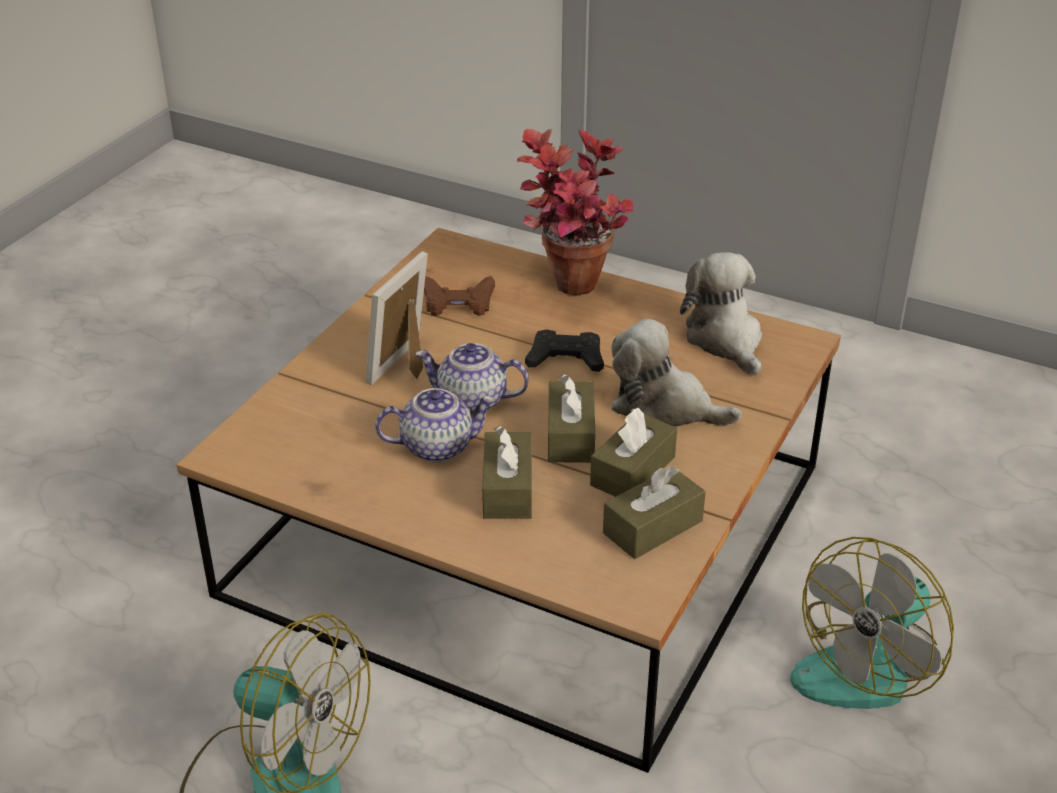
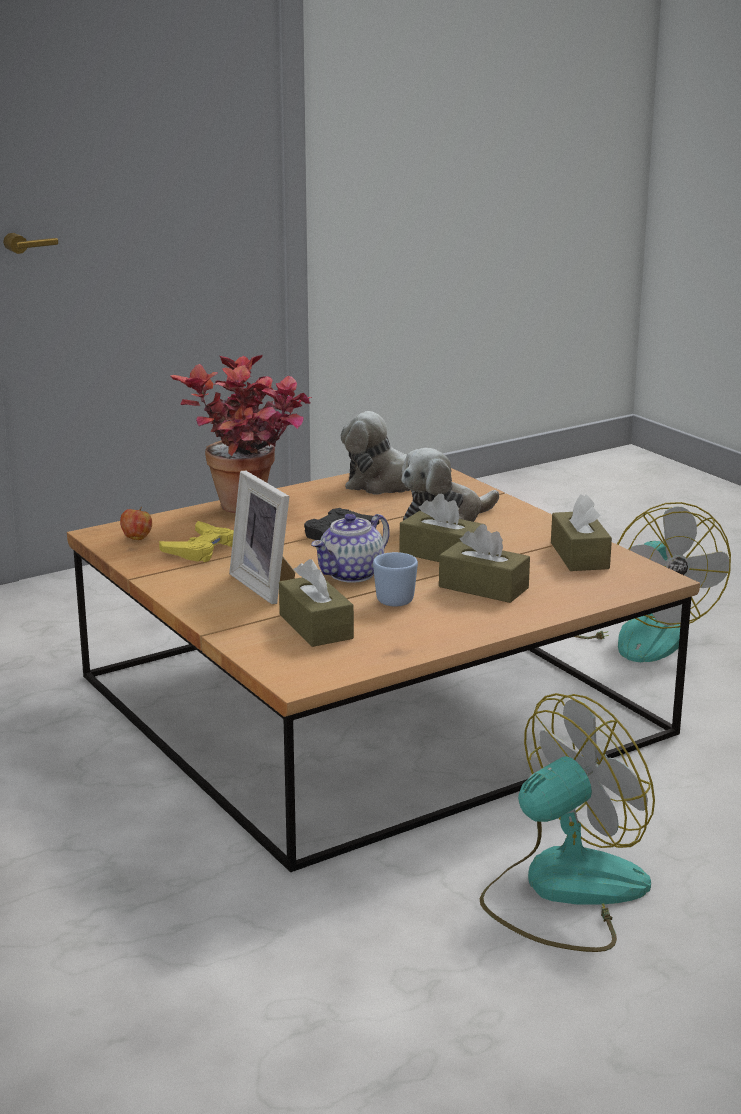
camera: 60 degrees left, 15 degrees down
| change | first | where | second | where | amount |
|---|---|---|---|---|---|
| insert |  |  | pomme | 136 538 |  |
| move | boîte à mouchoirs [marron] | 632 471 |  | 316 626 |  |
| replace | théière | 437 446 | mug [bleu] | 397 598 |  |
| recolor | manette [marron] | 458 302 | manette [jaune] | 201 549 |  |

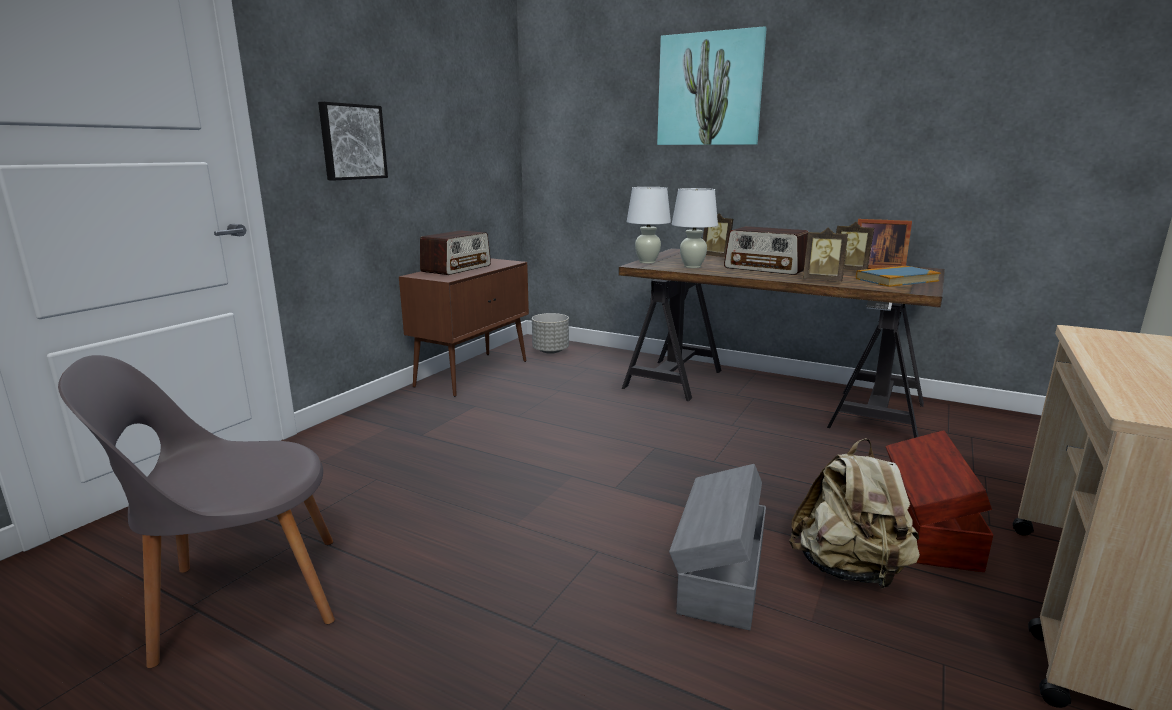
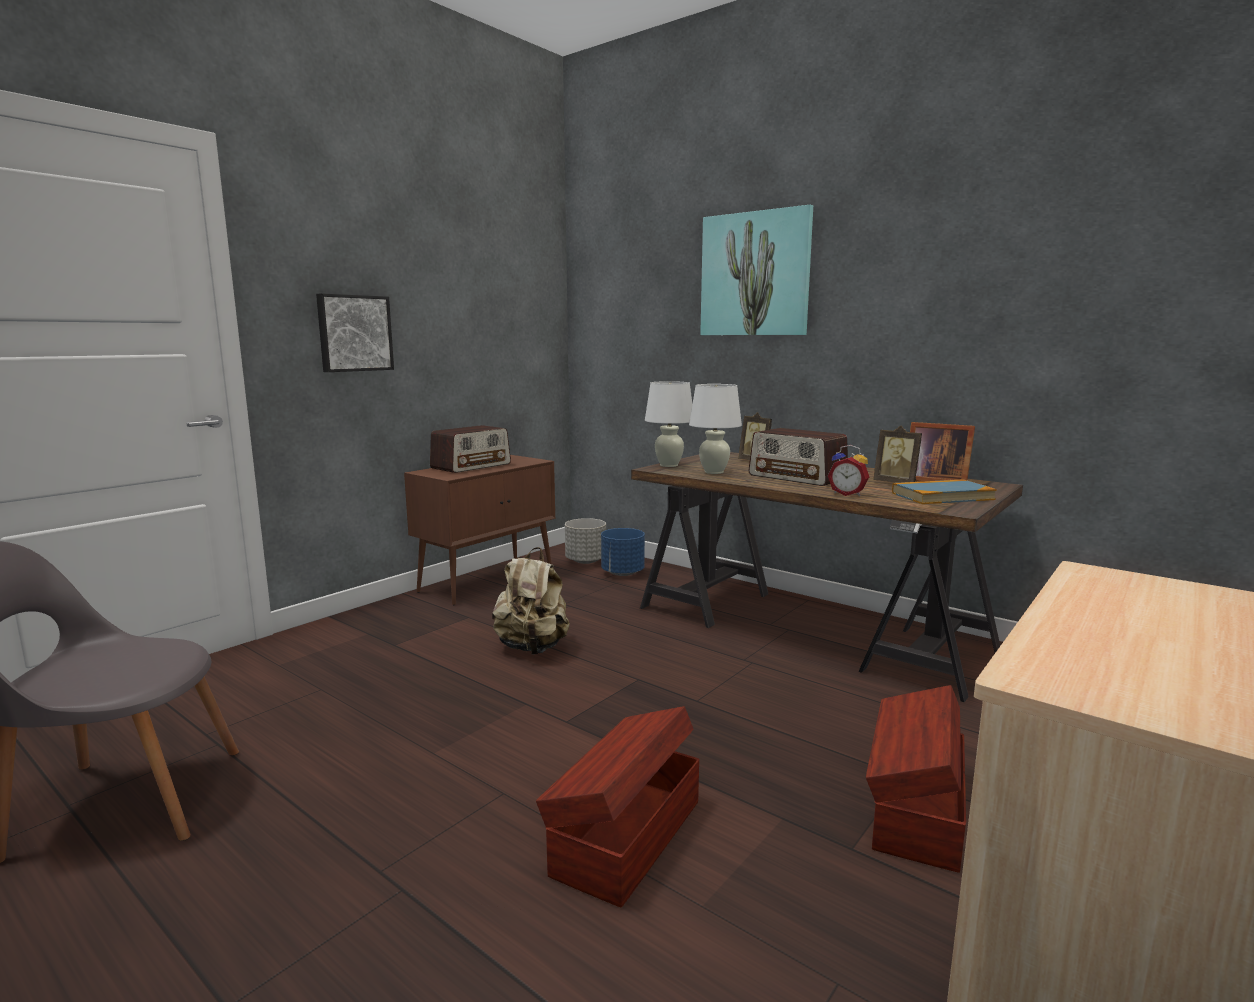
camera: 10 degrees right, 5 degrees down
| change | first | where | second | where | amount |
|---|---|---|---|---|---|
| insert |  |  | cache-pot [bleu] | 623 573 |  |
| move | sac à dos [beige] | 849 570 |  | 533 648 |  |
| replace | cadre photo | 822 280 | réveil | 847 494 |  |
| recolor | boîte de rangement [gris] | 720 575 | boîte de rangement [marron] | 625 837 |  |

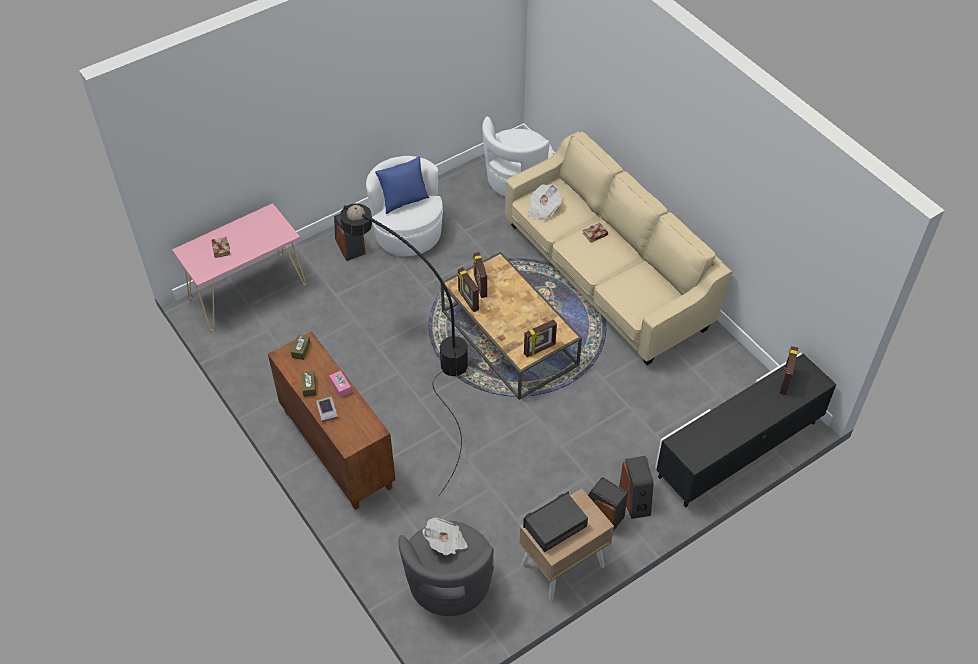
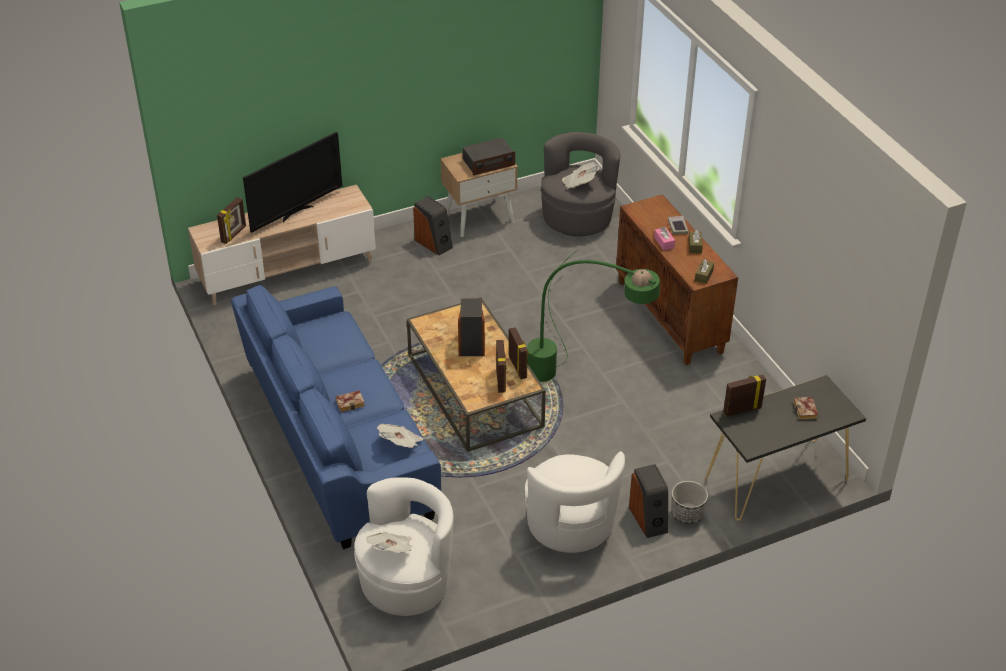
camera: 170 degrees left, 10 degrees down
| change | first | where | second | where | amount |
|---|---|---|---|---|---|
| delete | coussin [bleu] | 404 201 |  |  |  |
| insert |  |  | téléviseur | 296 212 |  |
| insert |  |  | journal | 392 550 |  |
| insert |  |  | cache-pot | 687 514 |  |
| move | cadre photo | 540 349 |  | 742 409 |  |
| move | enceinte | 635 500 |  | 471 343 |  |
| recolor | table console [rose] | 248 291 | table console [noir] | 776 479 |  |
| recolor | lampadaire [noir] | 418 363 | lampadaire [vert] | 579 378 |  |
| recolor | canapé [beige] | 607 276 | canapé [bleu] | 339 441 |  |
| recolor | meuble télé [noir] | 738 450 | meuble télé [beige] | 287 271 |  |

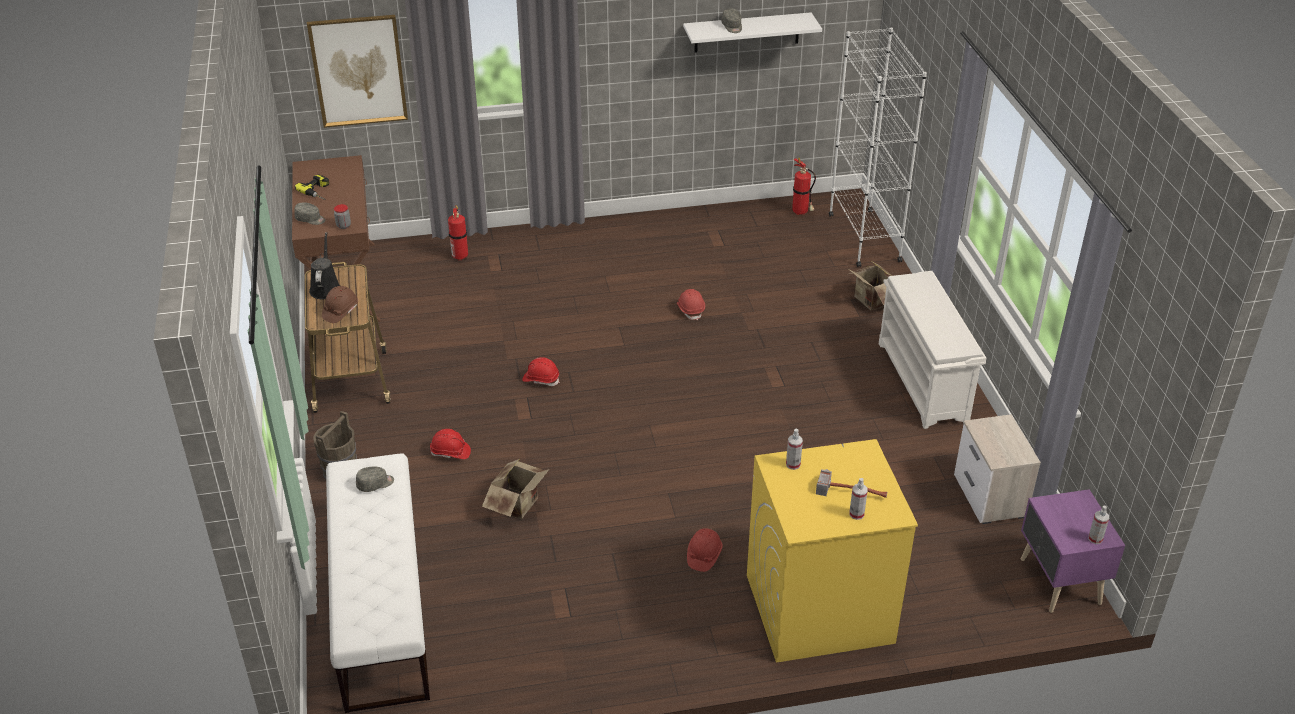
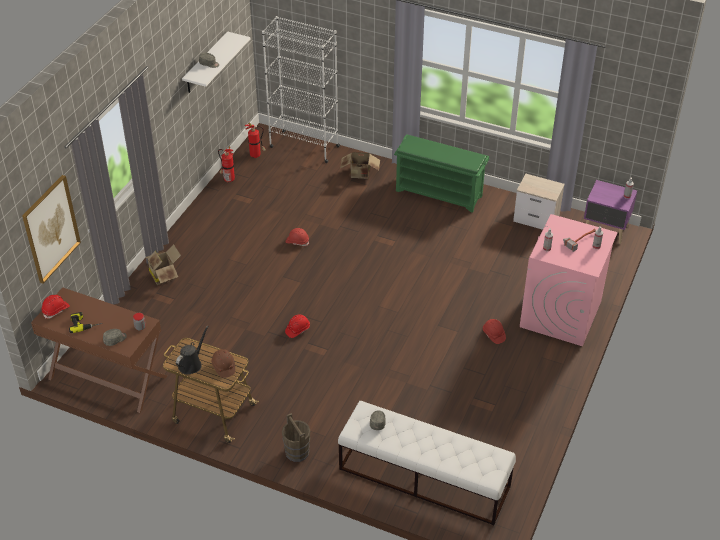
camera: 55 degrees left, 5 degrees up
| change | first | where | second | where | amount |
|---|---|---|---|---|---|
| move | casque de chantier [rouge] | 450 452 |  | 56 310 |  |
| move | extincteur | 460 256 |  | 228 179 |  |
| move | carton | 519 505 |  | 164 275 |  |
| recolor | lave-linge [jaune] | 818 609 | lave-linge [rose] | 561 314 |  |
| recolor | étagère à chaussures [blanc] | 924 382 | étagère à chaussures [vert] | 440 193 |  |
| rotate | arrosoir [noir] | 325 288 |  | 191 364 | 90 degrees clockwise |

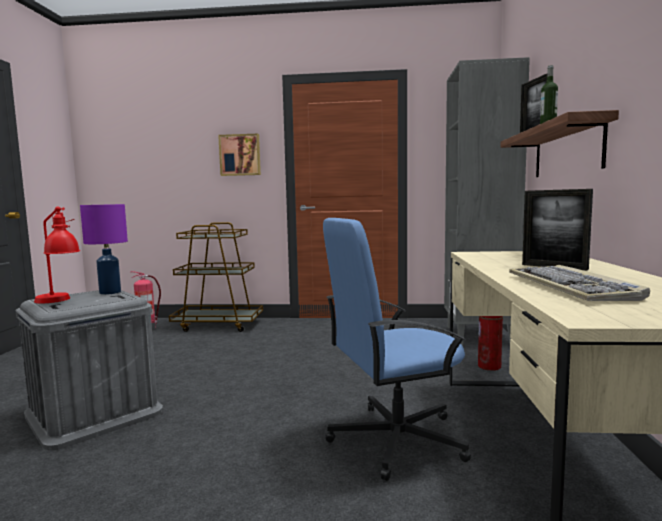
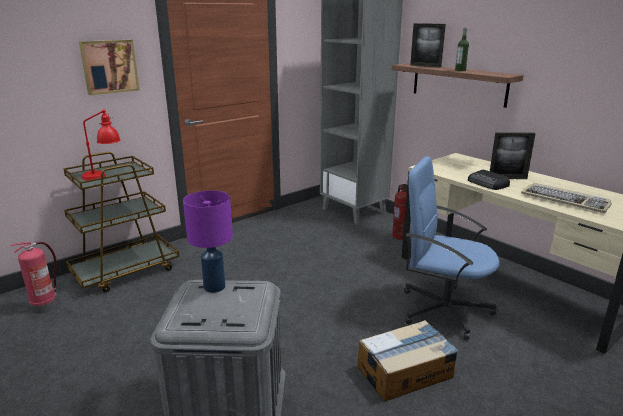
camera: 45 degrees left, 15 degrees up
| change | first | where | second | where | amount |
|---|---|---|---|---|---|
| insert |  |  | carton | 405 372 |  |
| insert |  |  | radio | 488 184 |  |
| move | lampe de table [rouge] | 60 301 |  | 104 175 |  |
| rotate | chaise de bureau [bleu] | 394 439 |  | 443 309 | 90 degrees clockwise |

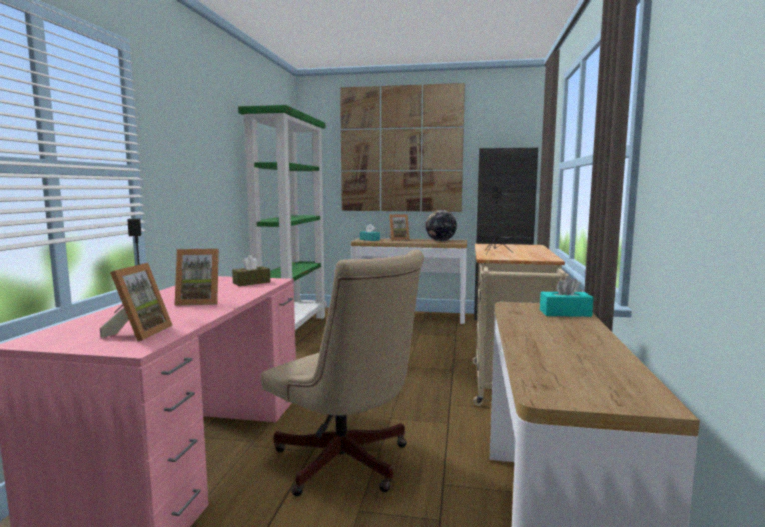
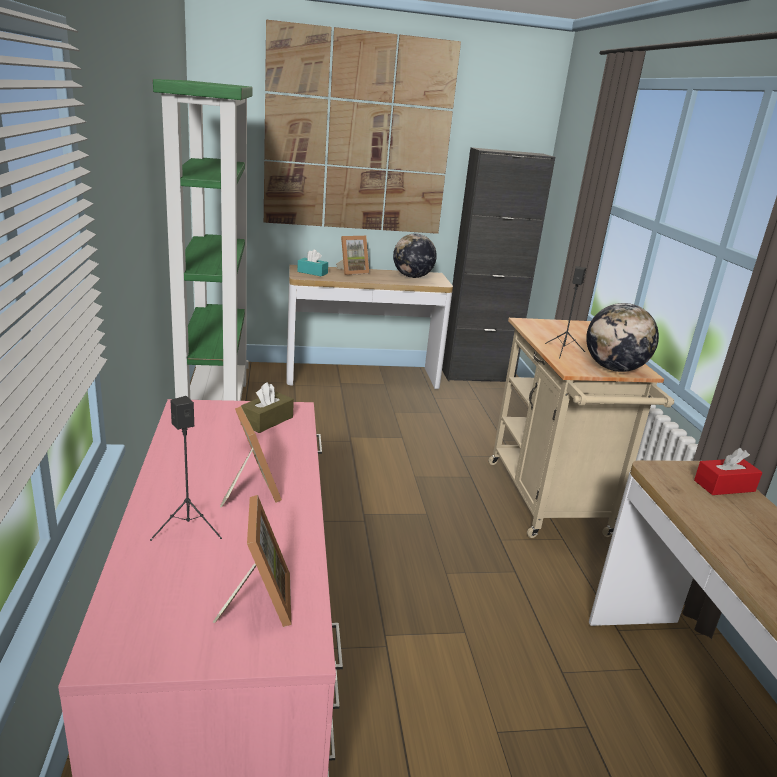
camera: 20 degrees left, 15 degrees up
| change | first | where | second | where | amount |
|---|---|---|---|---|---|
| delete | chaise de bureau [beige] | 346 465 |  |  |  |
| insert |  |  | globe | 614 369 |  |
| recolor | boîte à mouchoirs [turquoise] | 565 313 | boîte à mouchoirs [rouge] | 724 486 |  |
| rotate | cadre photo | 199 302 |  | 249 490 | 90 degrees counterclockwise |

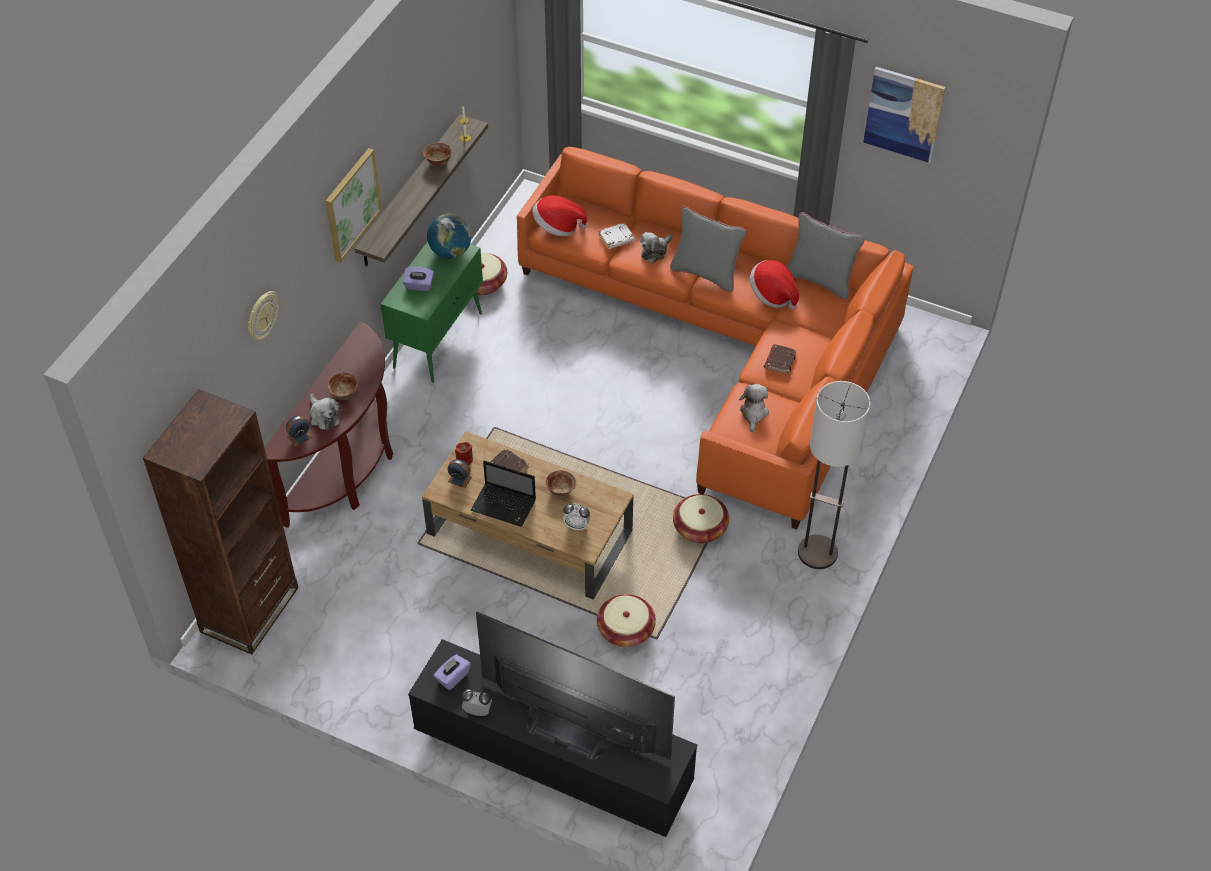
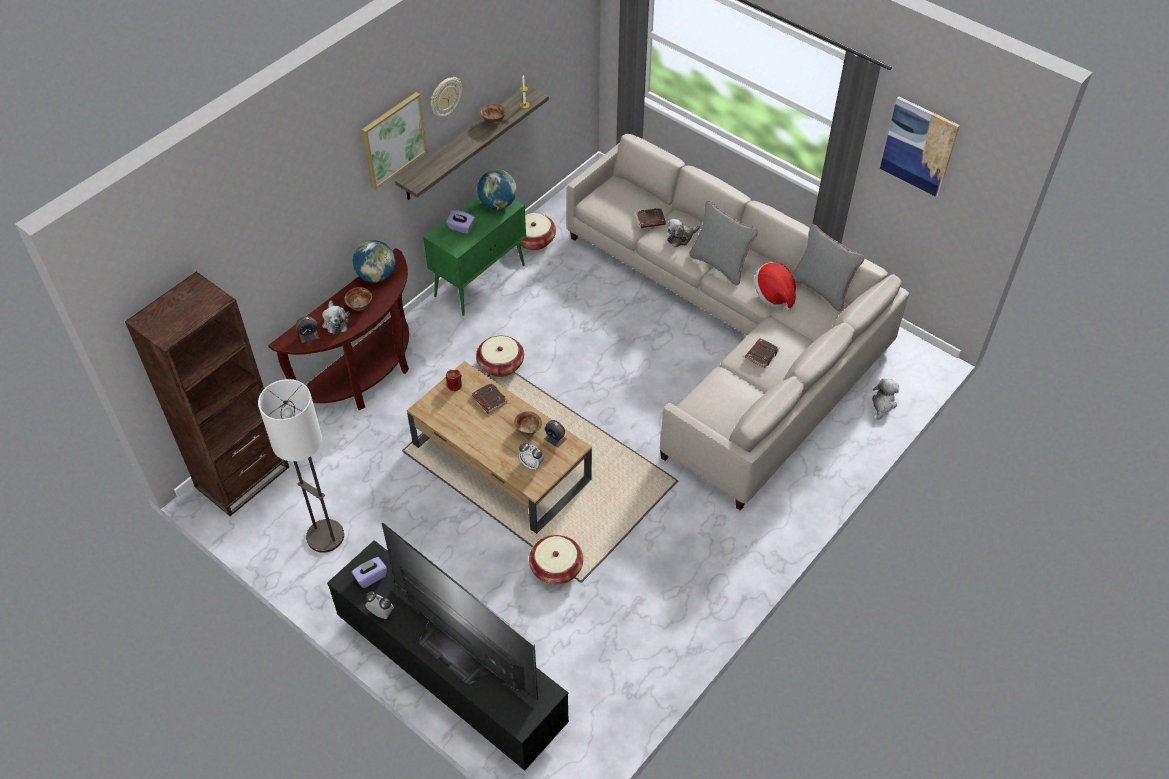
camera: 15 degrees right, 0 degrees up
| change | first | where | second | where | amount |
|---|---|---|---|---|---|
| delete | ordinateur portable | 505 505 |  |  |  |
| delete | chapeau | 557 227 |  |  |  |
| insert |  |  | globe | 376 276 |  |
| move | horloge murale | 261 316 |  | 445 97 |  |
| move | réveil | 459 479 |  | 555 438 |  |
| move | panier | 700 528 |  | 500 364 |  |
| move | peluche | 753 413 |  | 883 404 |  |
| move | lampadaire | 817 553 |  | 325 536 |  |
| recolor | canapé [orange] | 730 343 | canapé [beige] | 732 331 |  |
| recolor | livre [blanc] | 616 238 | livre [marron] | 650 220 |  |

